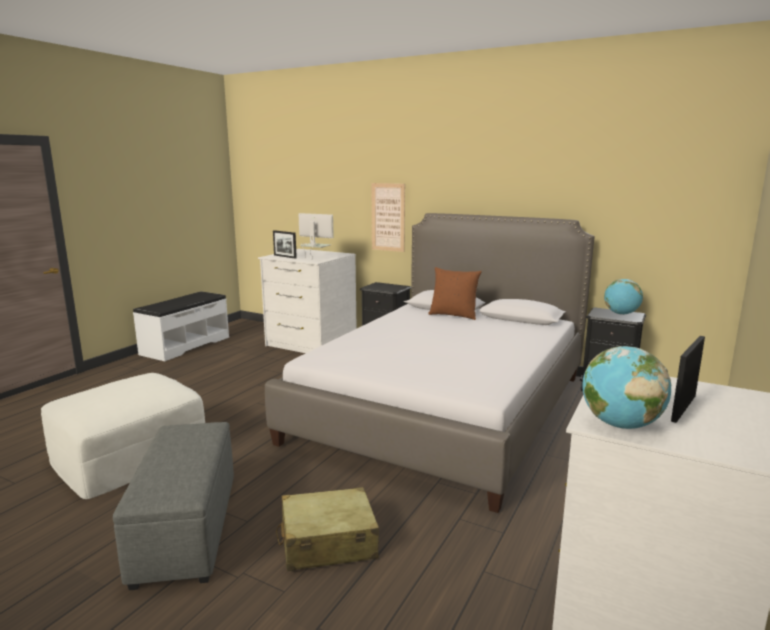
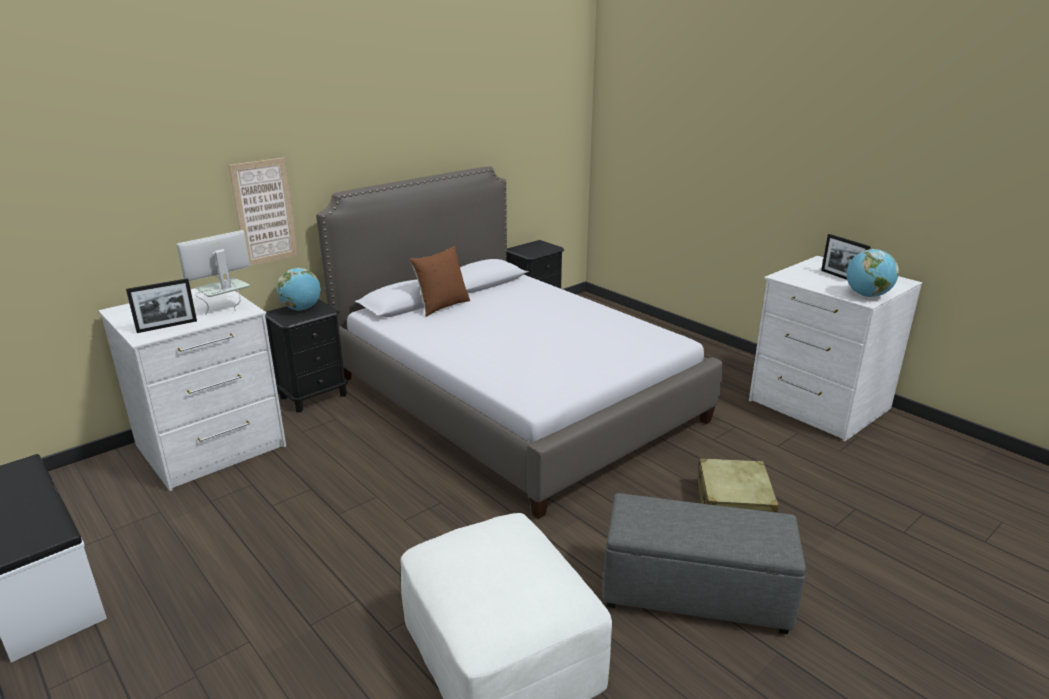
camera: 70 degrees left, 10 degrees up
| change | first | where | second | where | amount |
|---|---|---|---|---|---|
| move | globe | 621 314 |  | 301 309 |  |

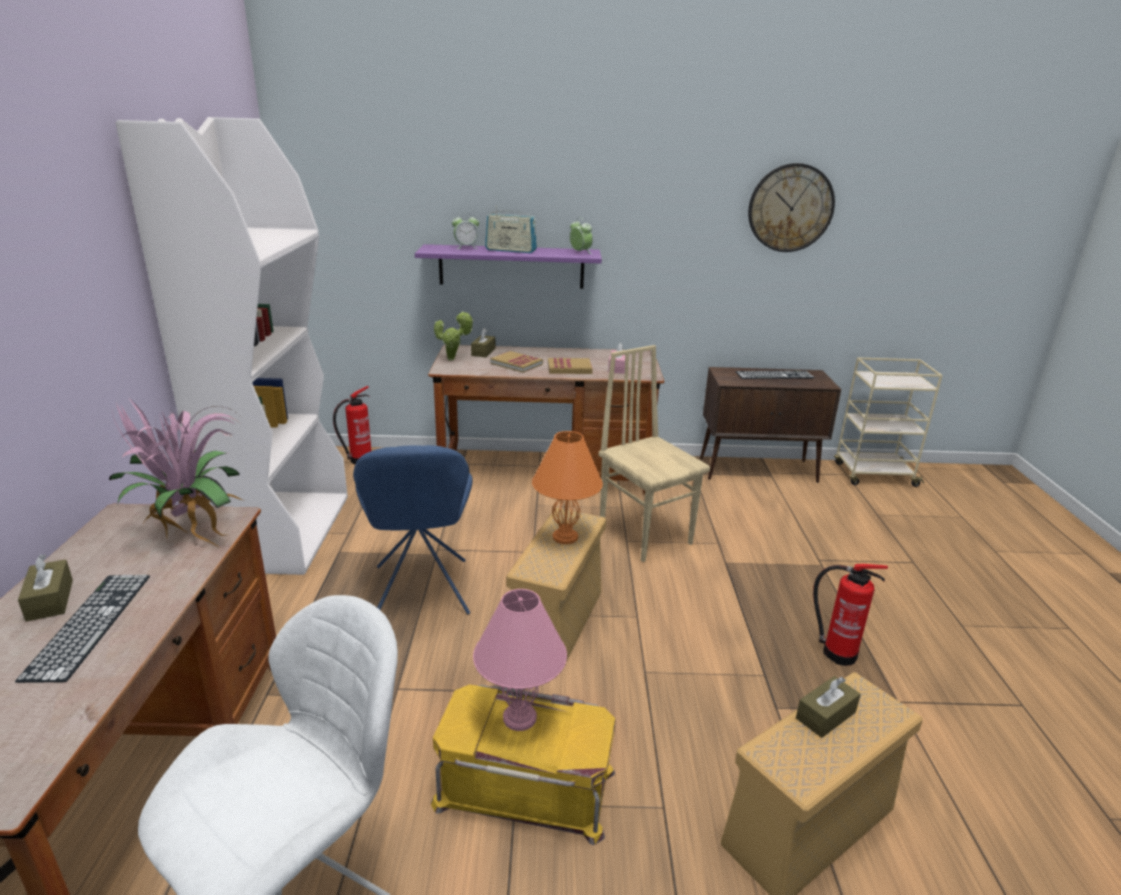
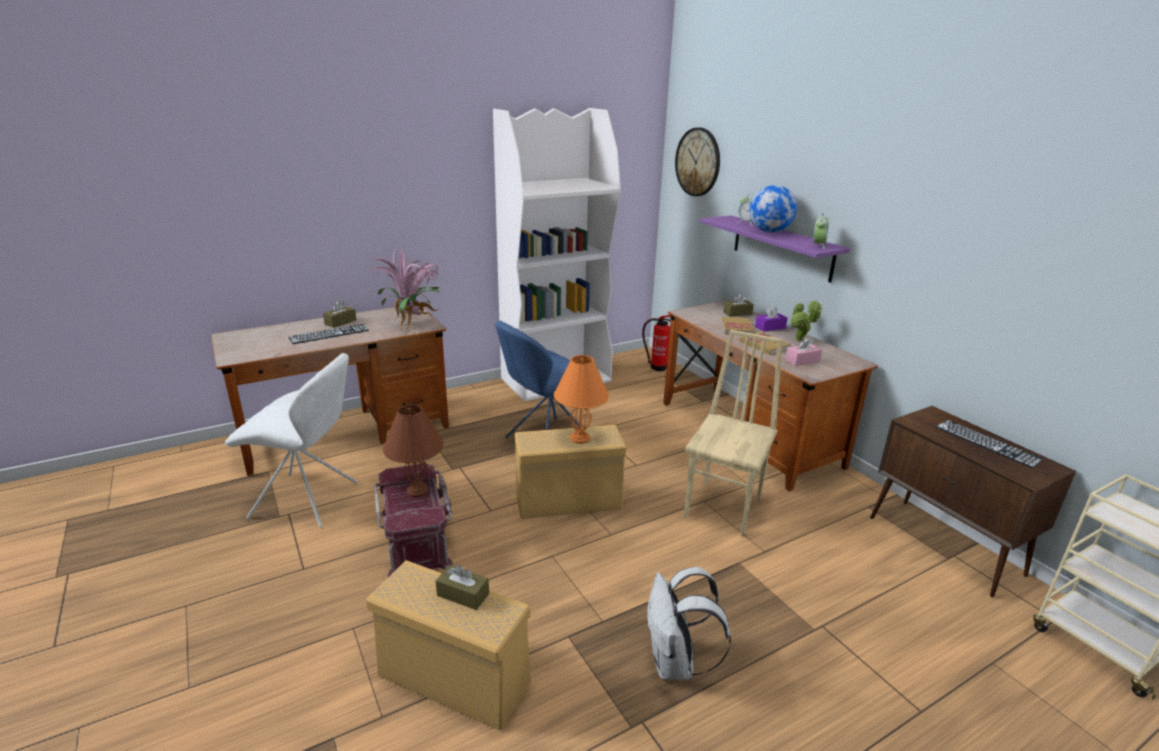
camera: 60 degrees right, 0 degrees up
| change | first | where | second | where | amount |
|---|---|---|---|---|---|
| insert |  |  | boîte à mouchoirs [violet] | 770 327 |  |
| move | plante en pot | 453 359 |  | 799 341 |  |
| move | horloge murale | 790 208 |  | 698 162 |  |
| replace | radio | 511 250 | globe | 769 232 |  |
| replace | extincteur | 836 652 | sac à dos [blanc] | 675 664 |  |
| recolor | boîte de rangement [jaune] | 526 785 | boîte de rangement [rouge] | 417 538 |  |
| recolor | lampe de table [rose] | 520 717 | lampe de table [marron] | 418 491 |  |

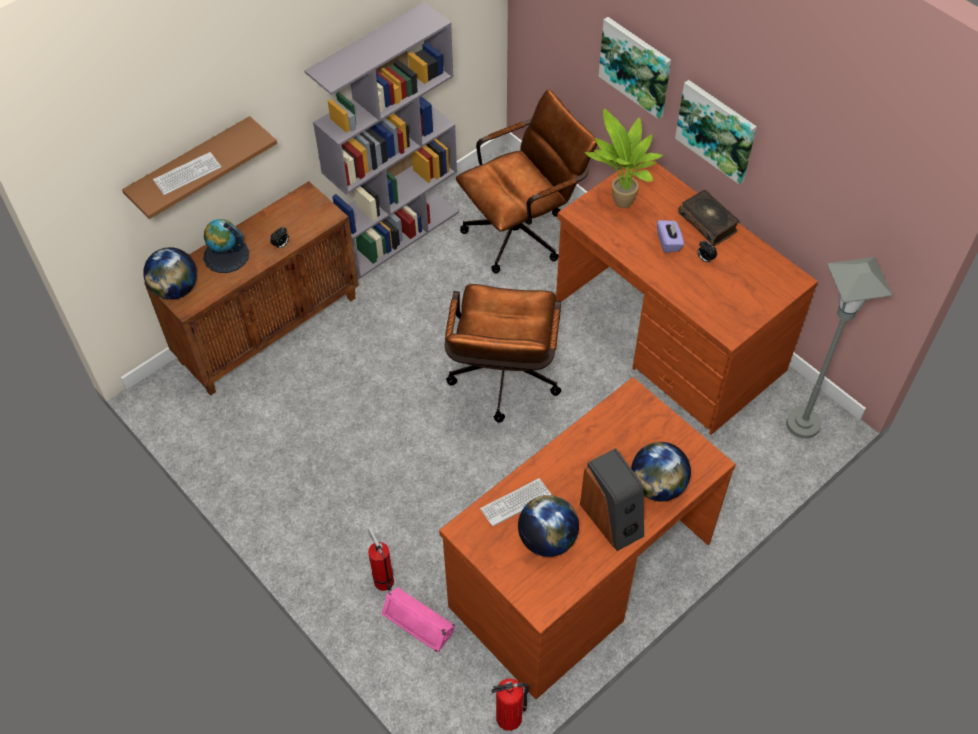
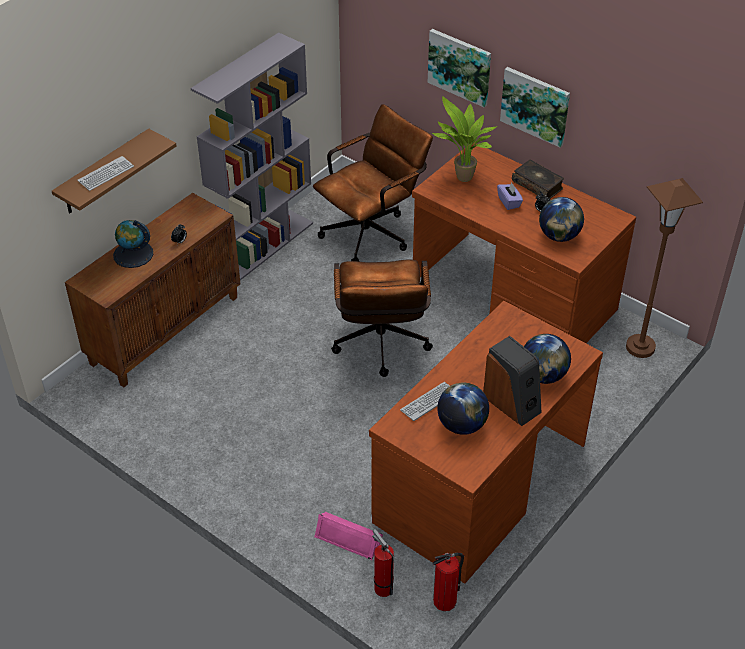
camera: 10 degrees left, 10 degrees down
| change | first | where | second | where | amount |
|---|---|---|---|---|---|
| move | globe | 176 290 |  | 559 236 |  |
| move | extincteur | 382 579 |  | 382 587 |  |
| recolor | lampadaire [gris] | 803 424 | lampadaire [marron] | 640 347 |  |

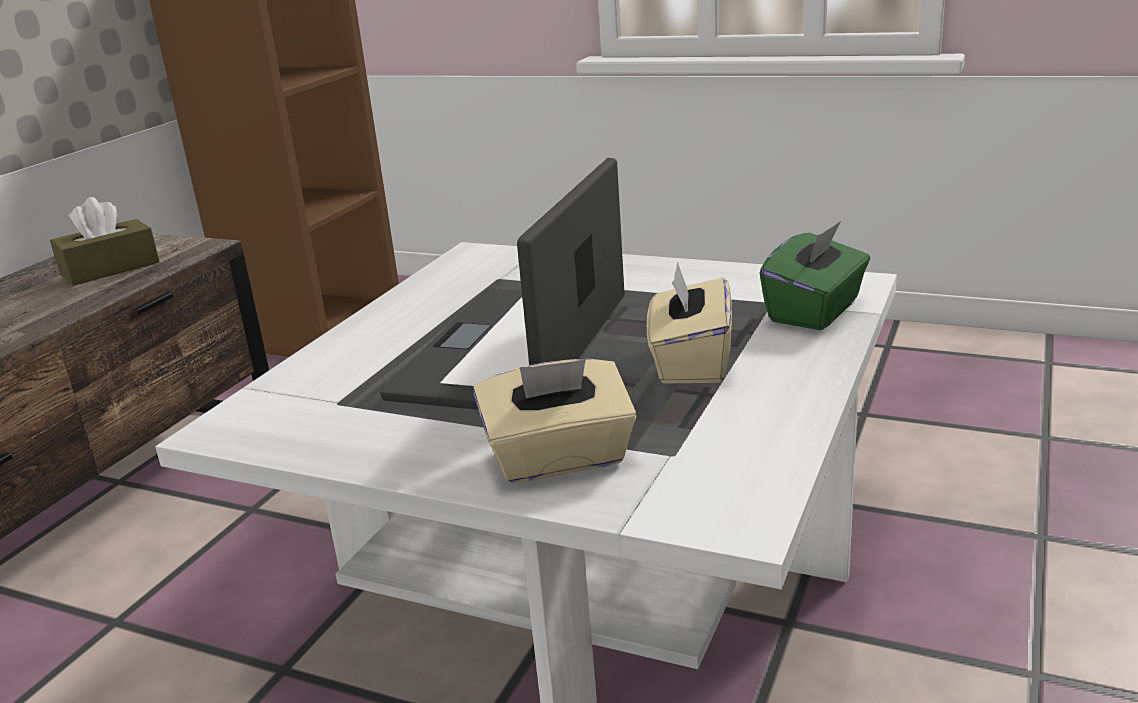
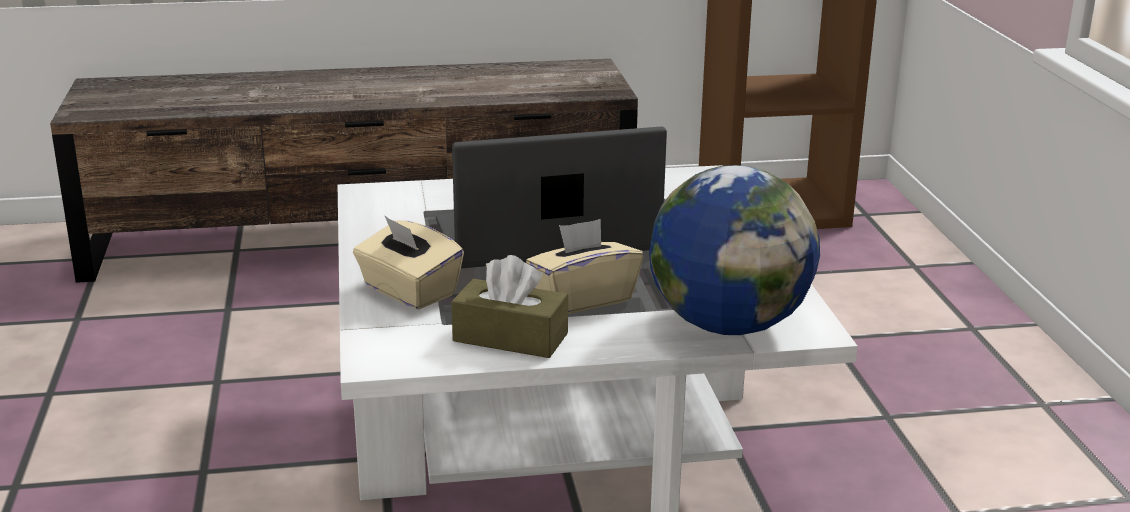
camera: 55 degrees right, 0 degrees up
| change | first | where | second | where | amount |
|---|---|---|---|---|---|
| move | boîte à mouchoirs [marron] | 110 269 |  | 510 337 |  |
| replace | boîte à mouchoirs [vert] | 815 311 | globe | 728 325 |  |

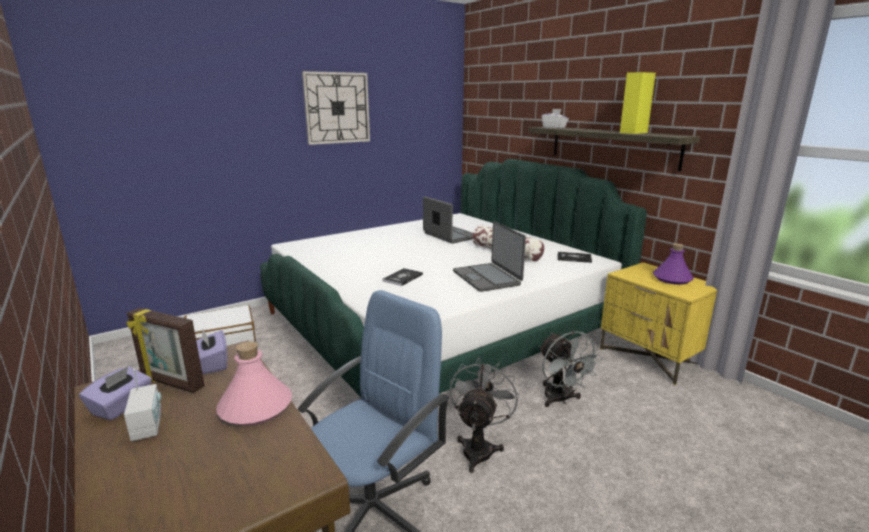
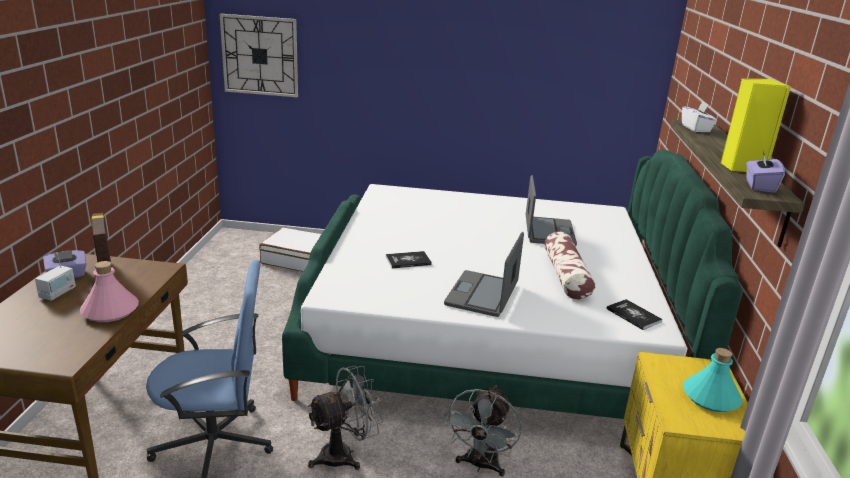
camera: 40 degrees right, 5 degrees up
| change | first | where | second | where | amount |
|---|---|---|---|---|---|
| move | boîte à mouchoirs [violet] | 212 364 |  | 759 186 |  |
| move | horloge murale | 337 108 |  | 260 55 |  |
| recolor | bouteille [violet] | 672 279 | bouteille [turquoise] | 711 398 |  |

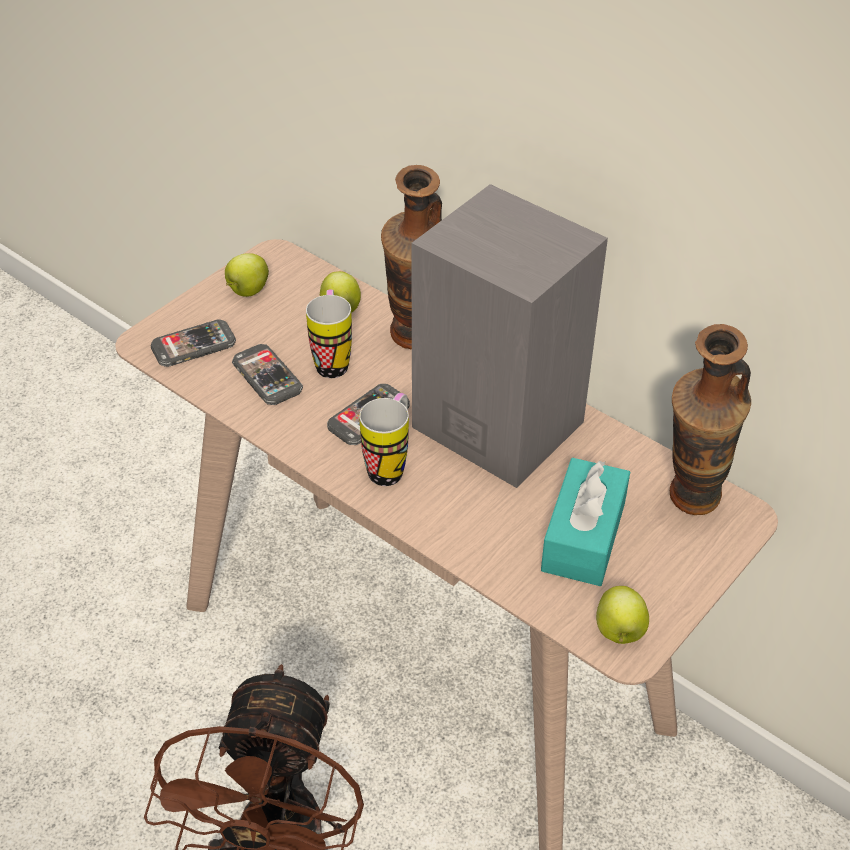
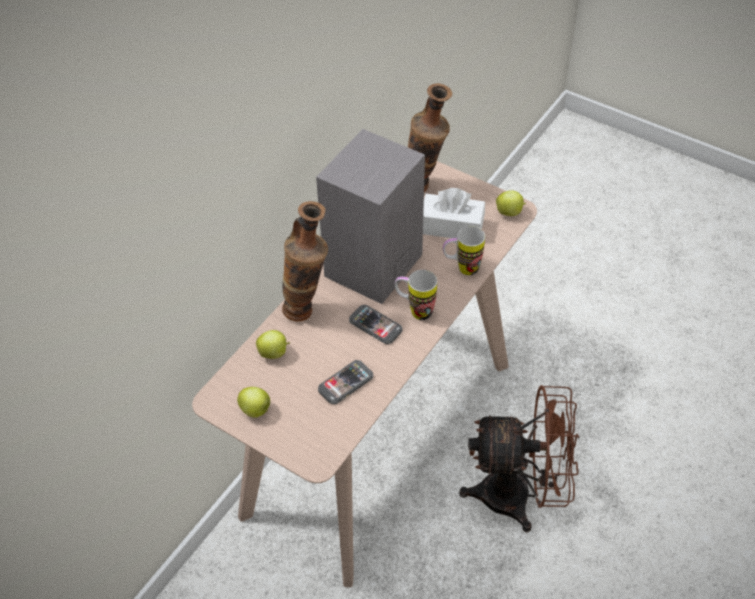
camera: 95 degrees left, 5 degrees up
| change | first | where | second | where | amount |
|---|---|---|---|---|---|
| delete | téléphone | 193 345 |  |  |  |
| move | mug | 332 360 |  | 461 269 |  |
| recolor | boîte à mouchoirs [turquoise] | 583 536 | boîte à mouchoirs [blanc] | 451 226 |  |

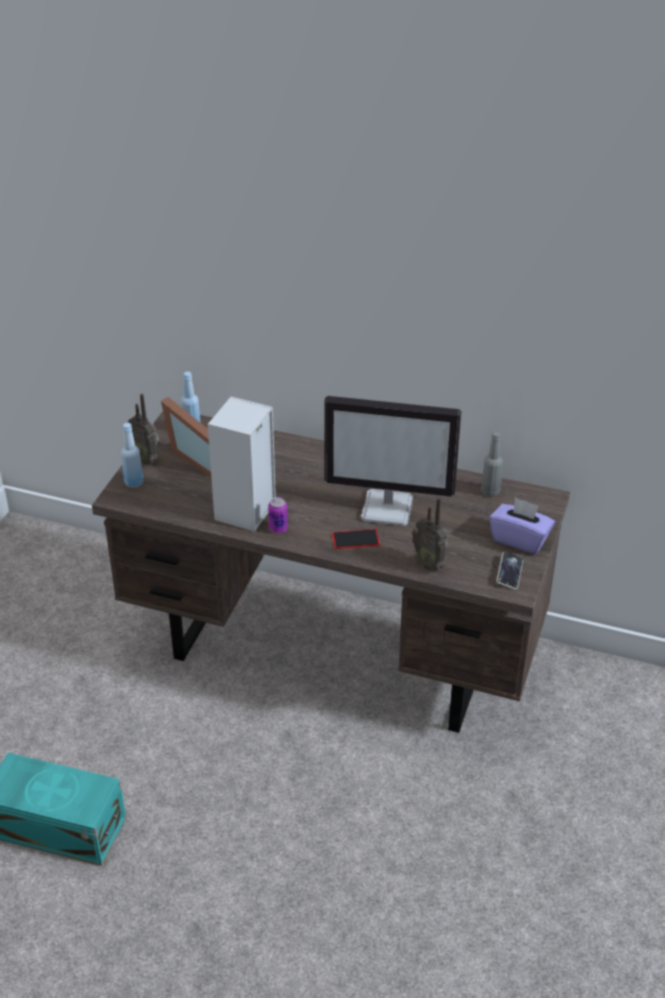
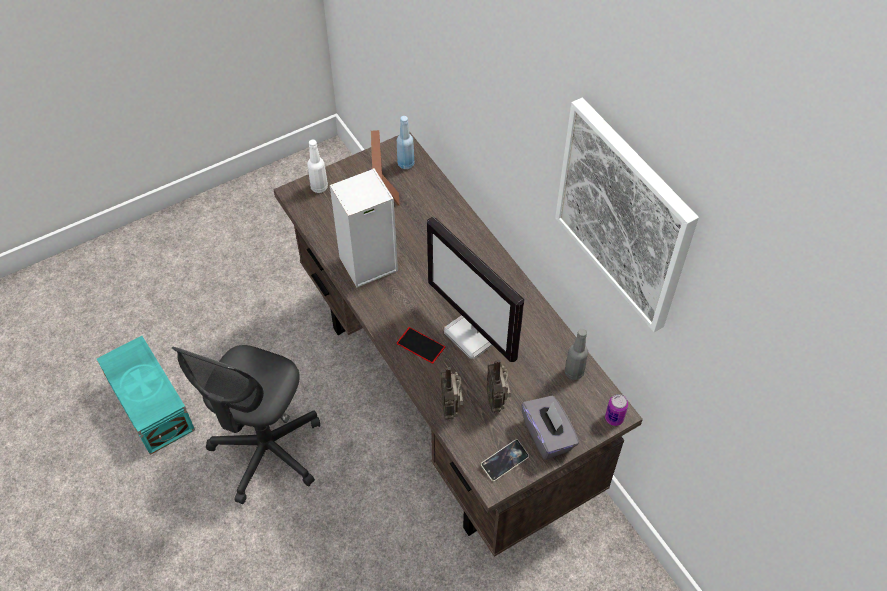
camera: 40 degrees right, 15 degrees up
| change | first | where | second | where | amount |
|---|---|---|---|---|---|
| insert |  |  | chaise de bureau [gris] | 267 452 |  |
| insert |  |  | tableau | 624 215 |  |
| move | radio | 146 459 |  | 497 400 |  |
| move | boîte métallique | 278 529 |  | 614 418 |  |
| recolor | bouteille [bleu] | 134 482 | bouteille [blanc] | 319 187 |  |
| recolor | boîte à mouchoirs [violet] | 520 539 | boîte à mouchoirs [gris] | 548 436 |  |

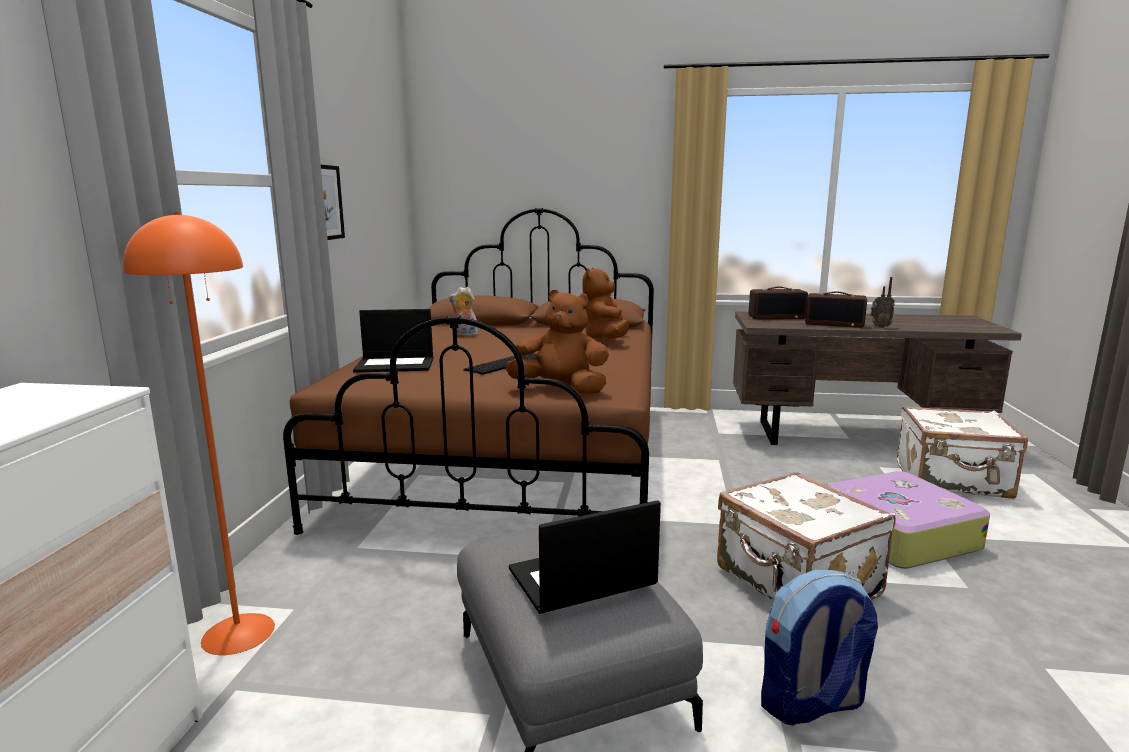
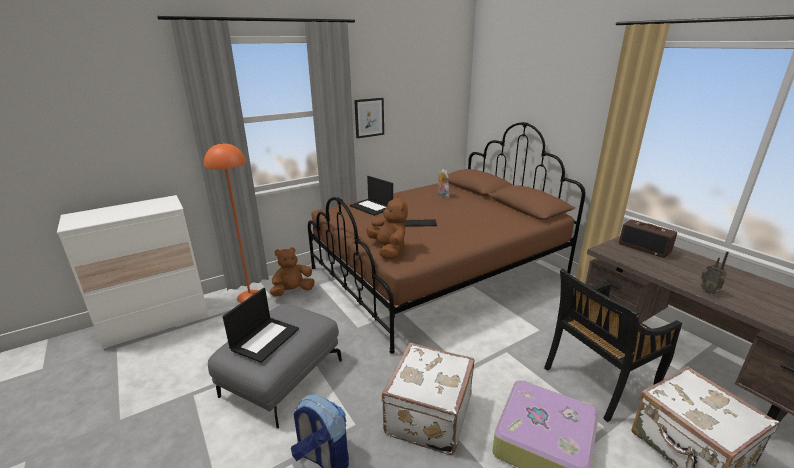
camera: 50 degrees right, 10 degrees up
| change | first | where | second | where | amount |
|---|---|---|---|---|---|
| delete | radio | 834 324 |  |  |  |
| insert |  |  | chaise [noir] | 598 381 |  |
| move | peluche [marron] | 607 340 |  | 293 291 |  |
| rotate | ordinateur portable | 581 579 |  | 265 338 | 90 degrees clockwise |

